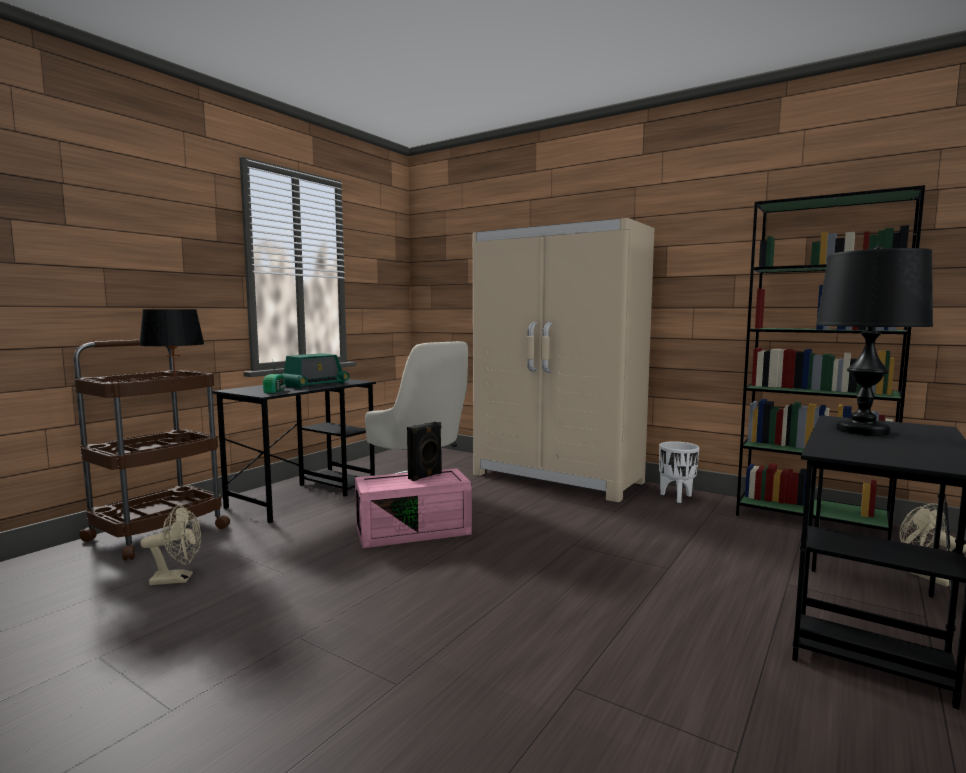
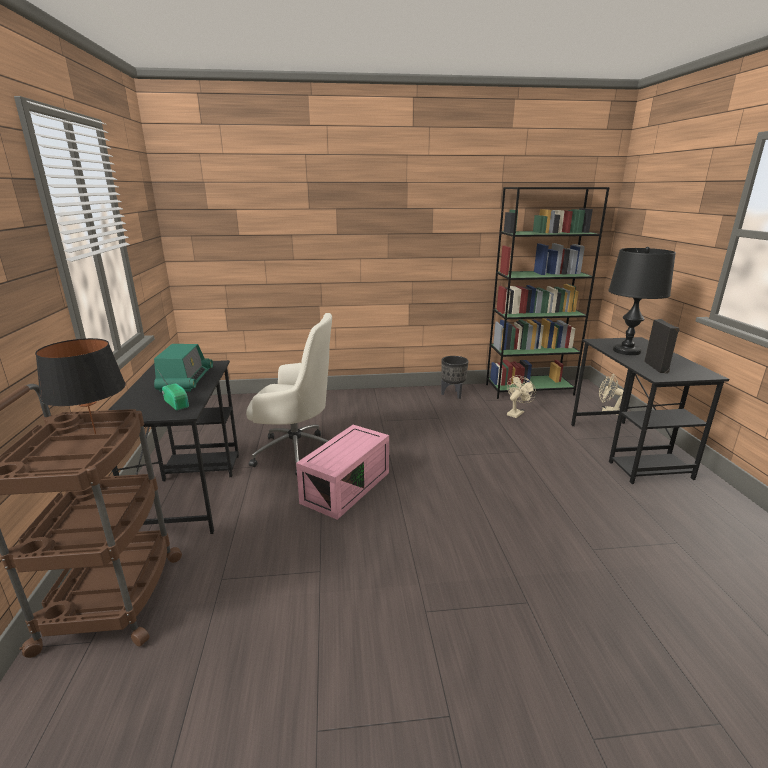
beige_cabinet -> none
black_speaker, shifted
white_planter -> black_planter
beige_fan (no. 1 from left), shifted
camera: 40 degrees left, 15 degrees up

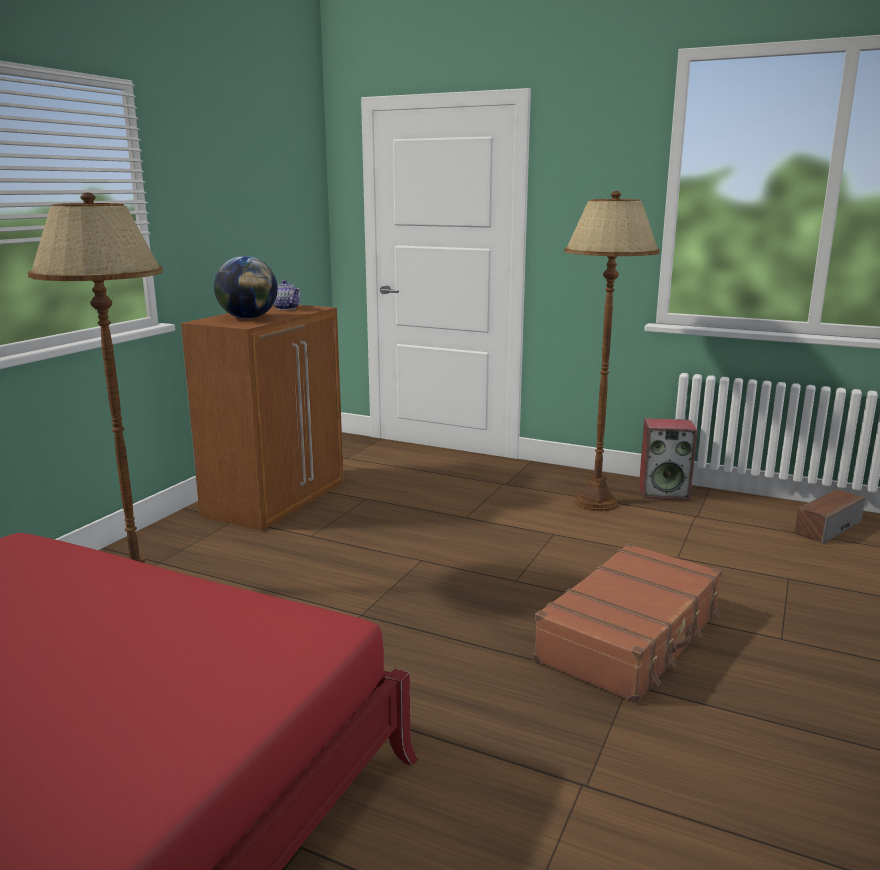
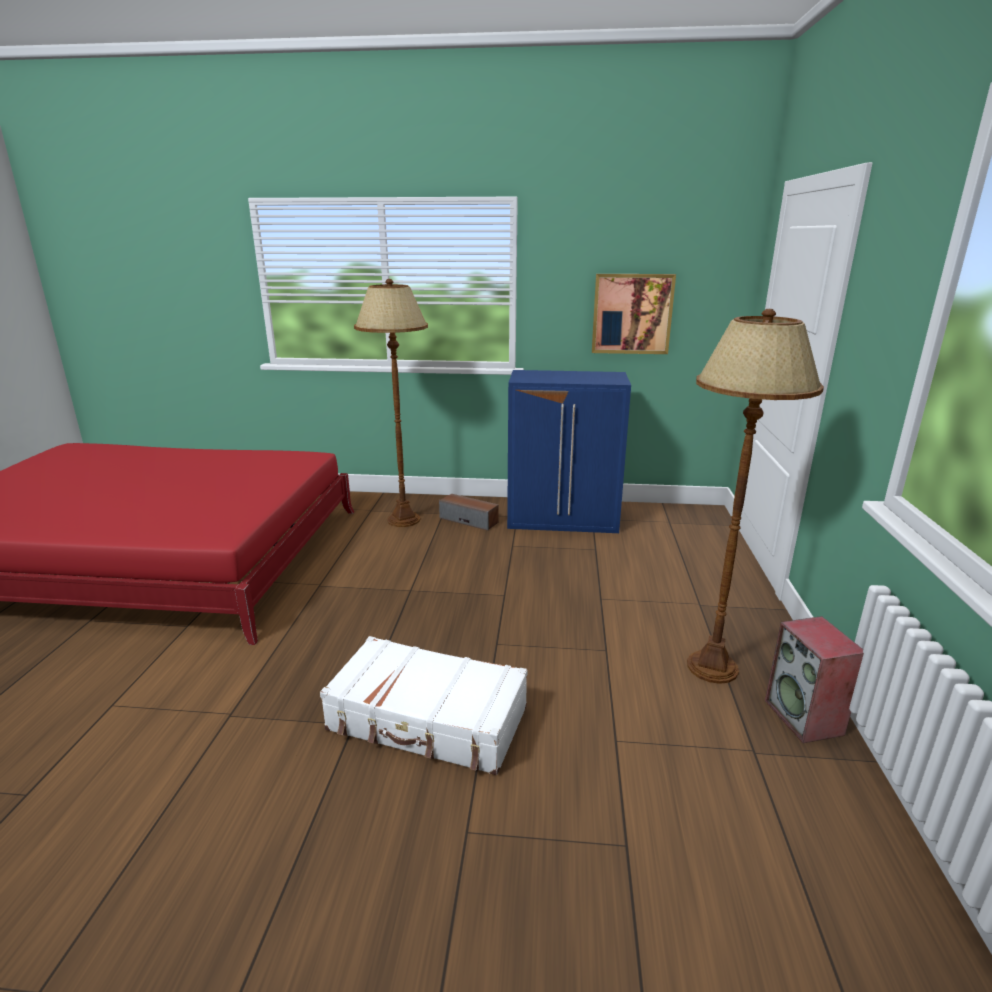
globe -> none
teapot -> none
brown_cabinet -> blue_cabinet
speaker (no. 2 from left in the first image) -> speaker (no. 1 from left), shifted
brown_suitcase -> white_suitcase
none -> picture
camera: 70 degrees right, 5 degrees up

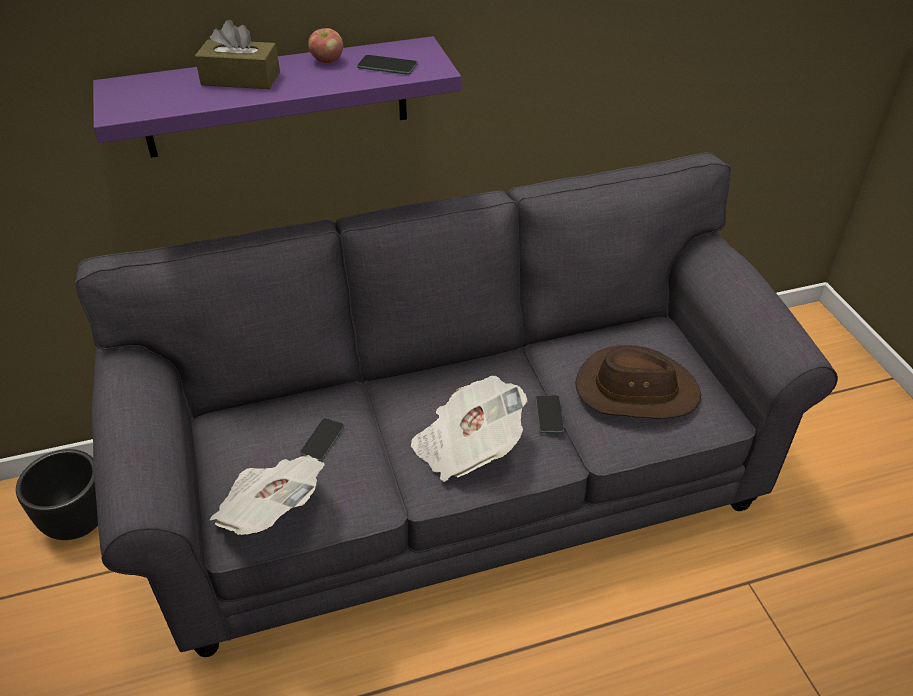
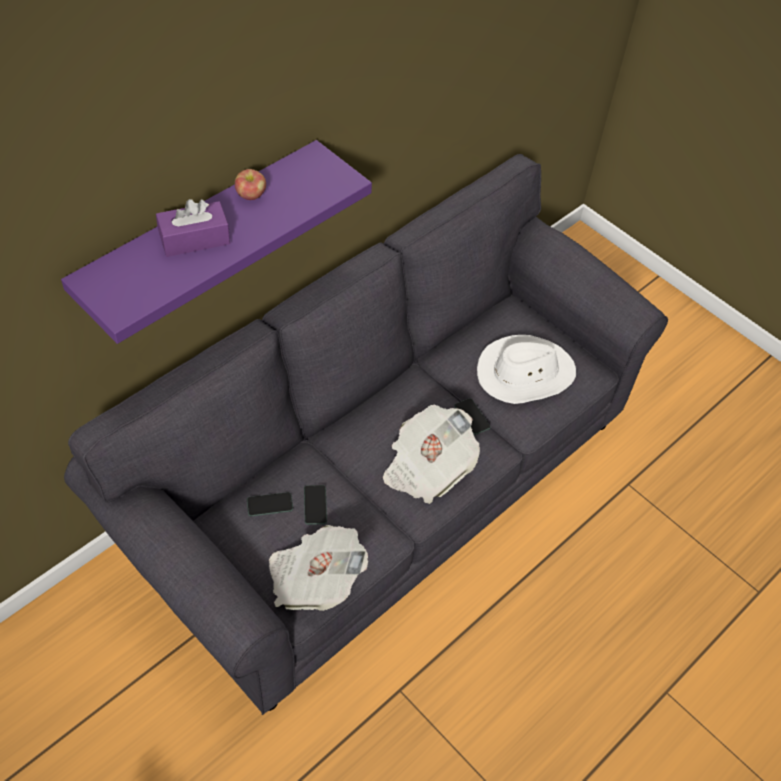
brown_tissue_box -> purple_tissue_box
phone (no. 2 from left in the first image) -> phone (no. 1 from left), shifted
brown_hat -> white_hat
black_planter -> none
camera: 30 degrees left, 10 degrees up

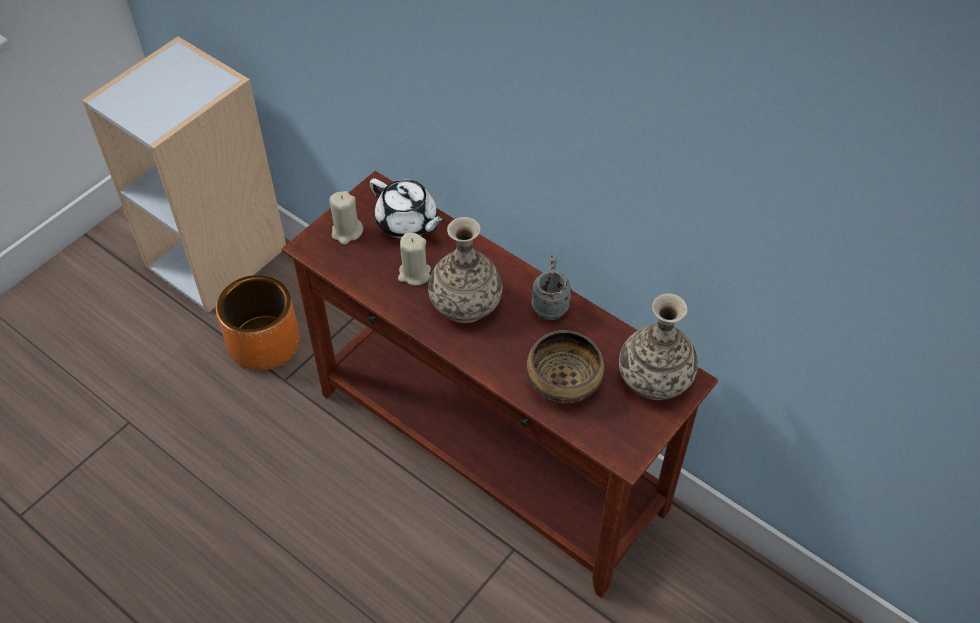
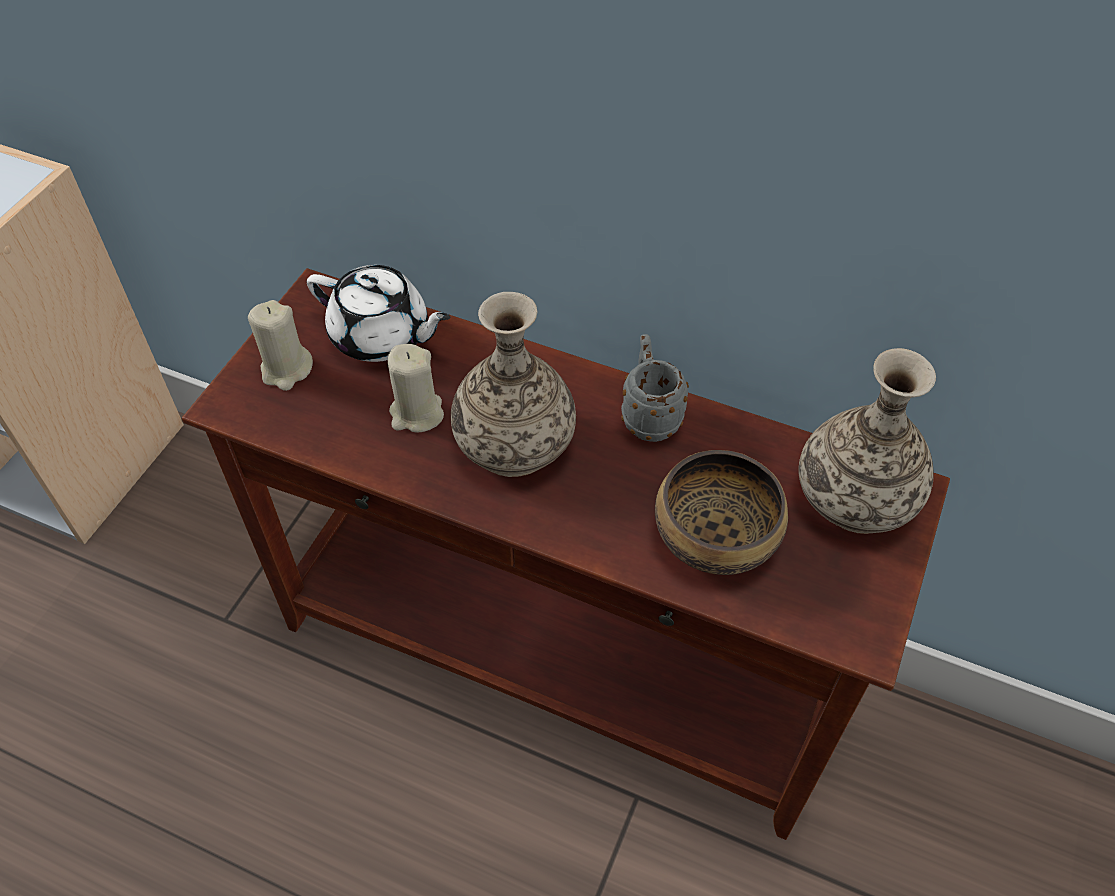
orange_planter -> none
camera: 15 degrees left, 0 degrees up

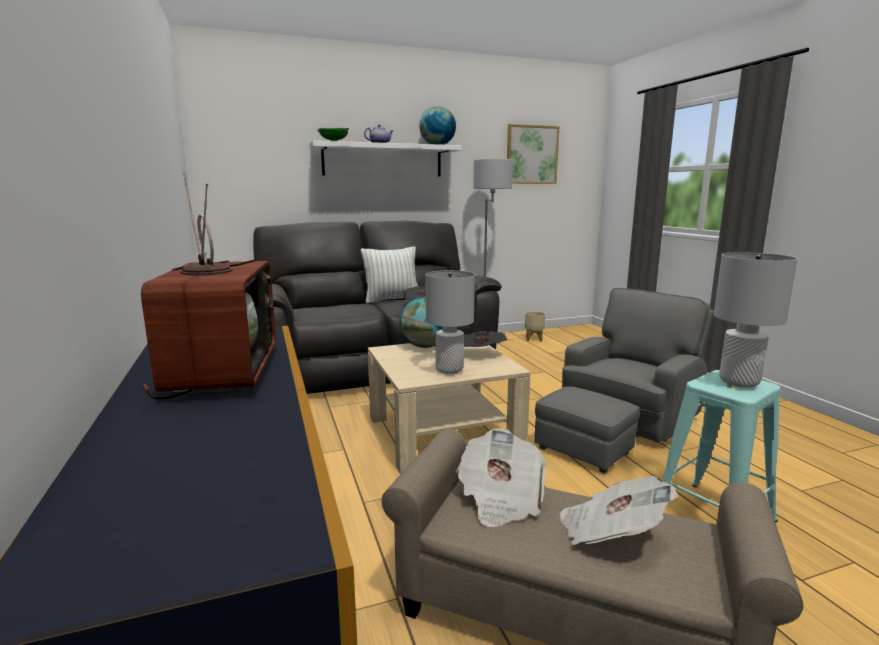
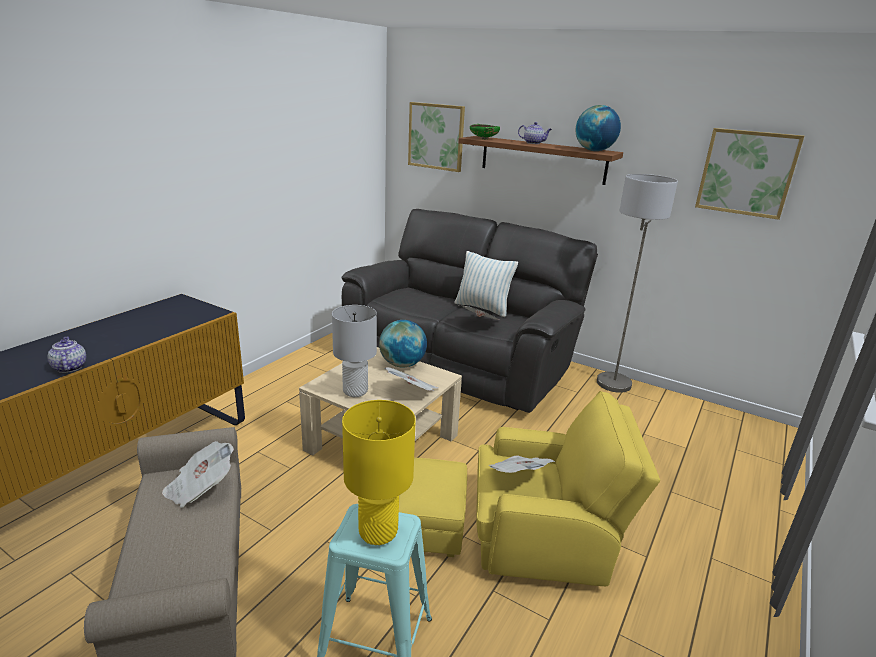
white_shelf -> brown_shelf
television -> none
grey_table_lamp (no. 2 from left) -> yellow_table_lamp
grey_armchair -> yellow_armchair
beige_planter -> none
newspaper (no. 4 from left), shifted
none -> picture (no. 1 from left)
none -> teapot (no. 1 from left)
camera: 50 degrees right, 10 degrees up

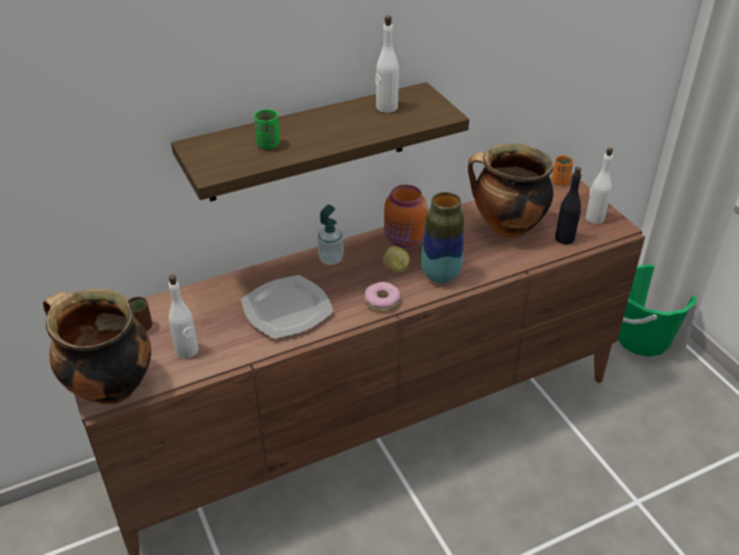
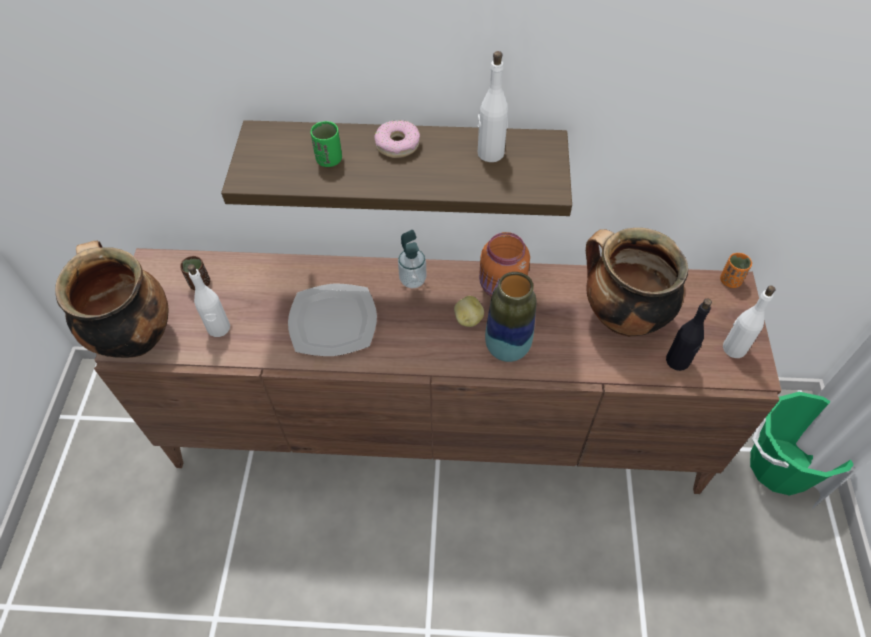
donut, shifted
camera: 30 degrees right, 15 degrees up

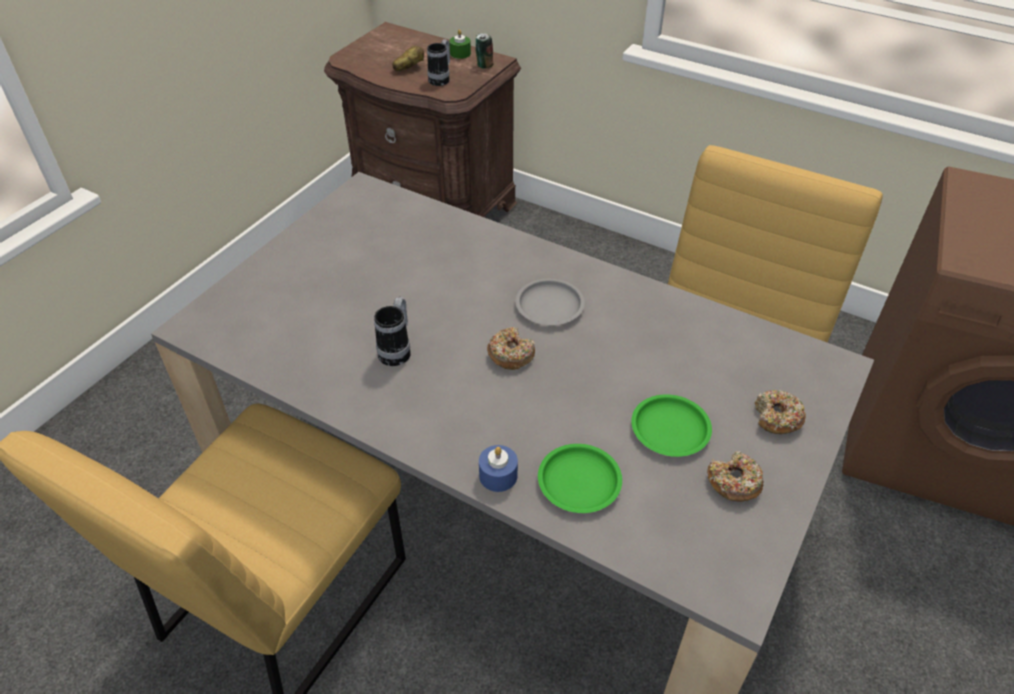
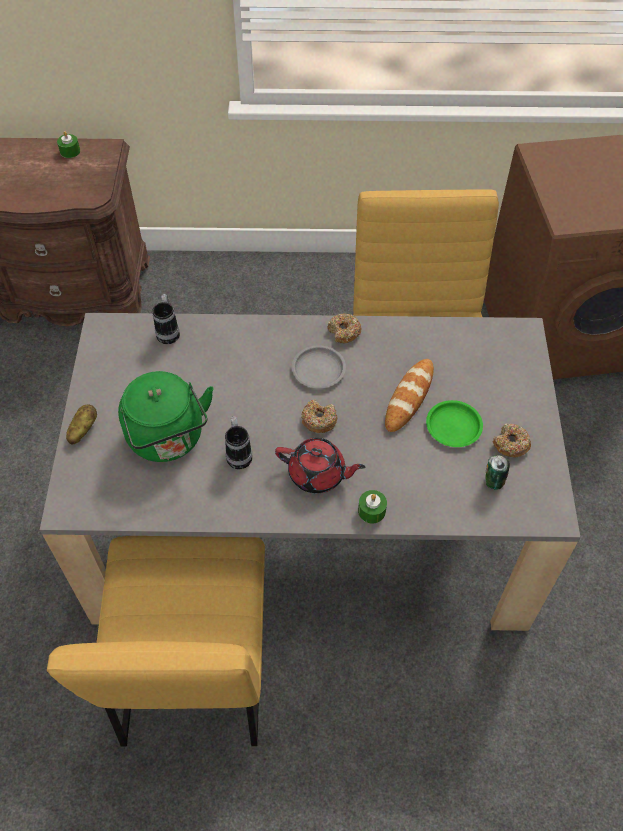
can, shifted
mug (no. 2 from left in the first image) -> mug (no. 1 from left), shifted
potato, shifted
donut (no. 3 from left in the first image) -> donut (no. 2 from left), shifted
green_plate (no. 1 from left) -> none
blue_candle -> green_candle (no. 2 from left)
none -> bread
none -> green_kettle
none -> red_teapot
camera: 30 degrees left, 10 degrees up

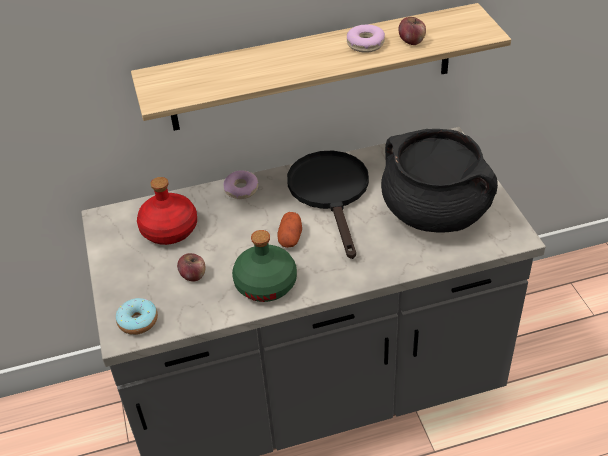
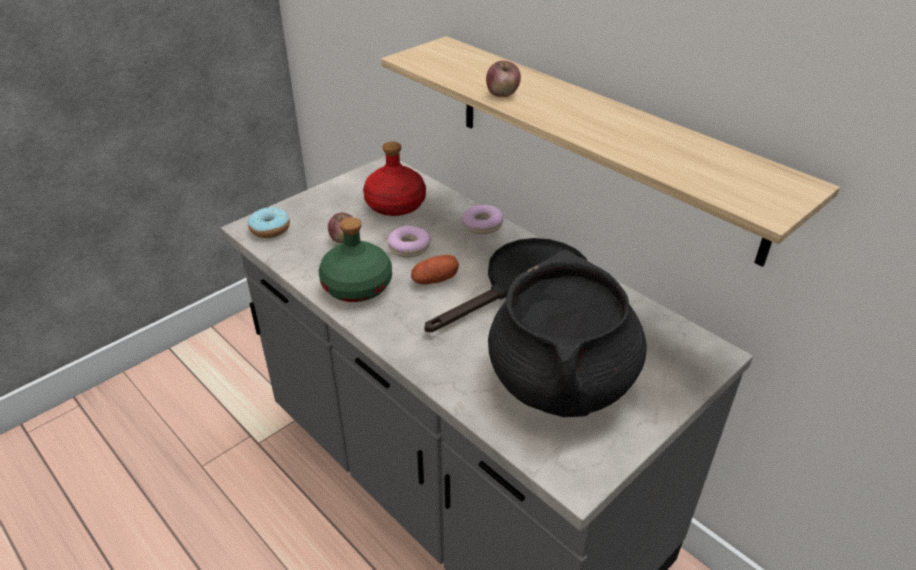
apple (no. 2 from left), shifted
donut (no. 3 from left in the first image) -> donut (no. 2 from left), shifted
camera: 60 degrees right, 5 degrees down

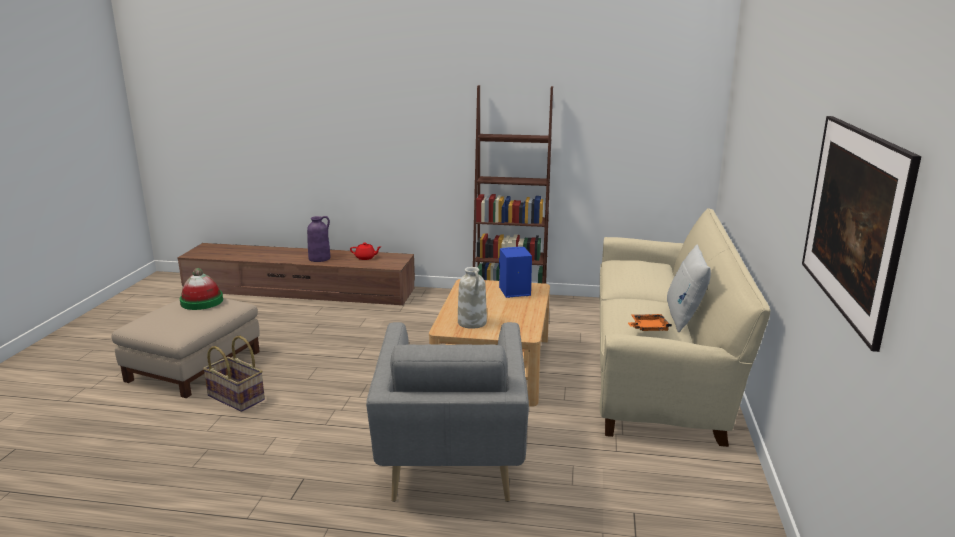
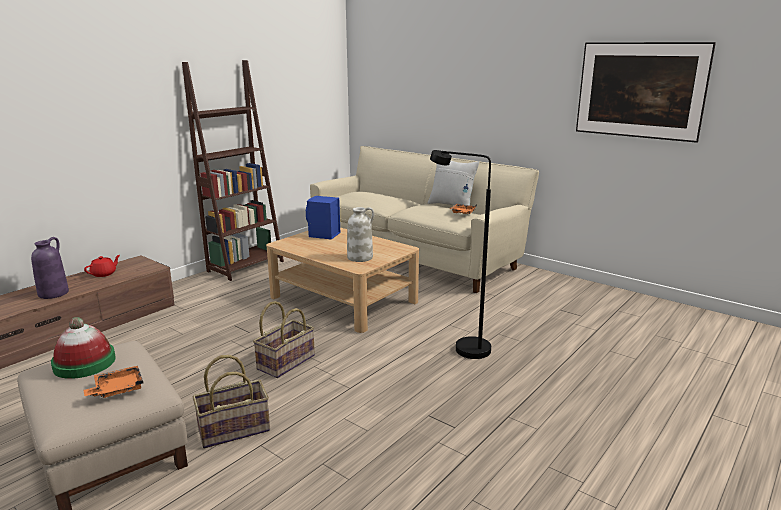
grey_armchair -> black_floor_lamp
none -> basket (no. 2 from left)
none -> orange_tray (no. 1 from left)
camera: 60 degrees left, 0 degrees up

